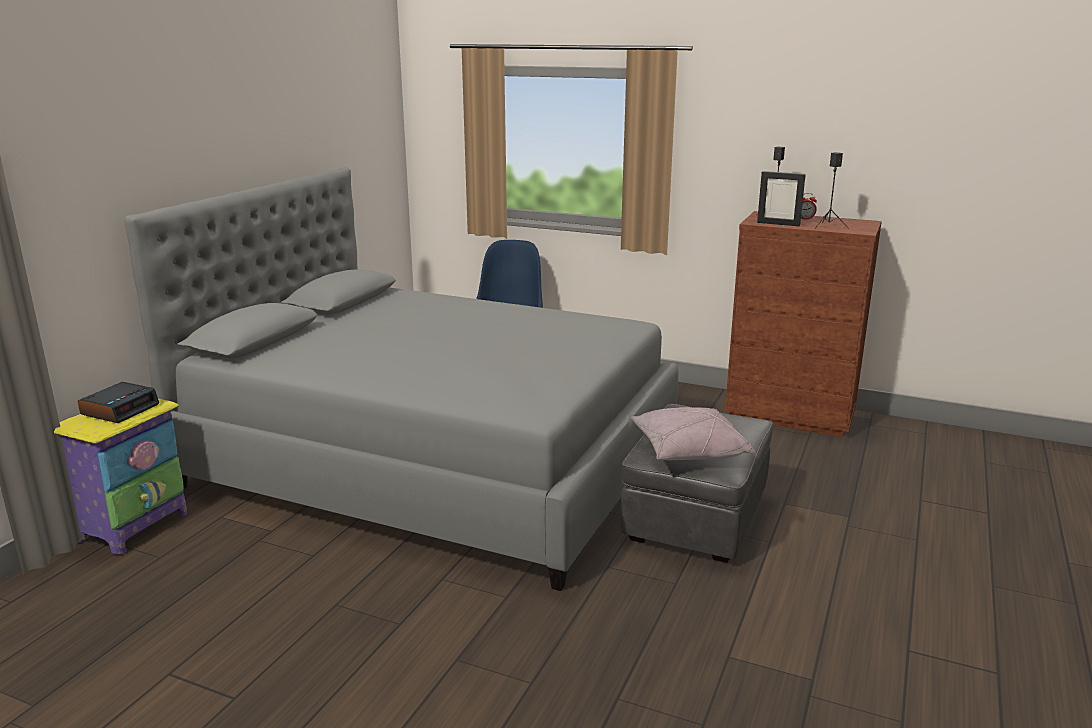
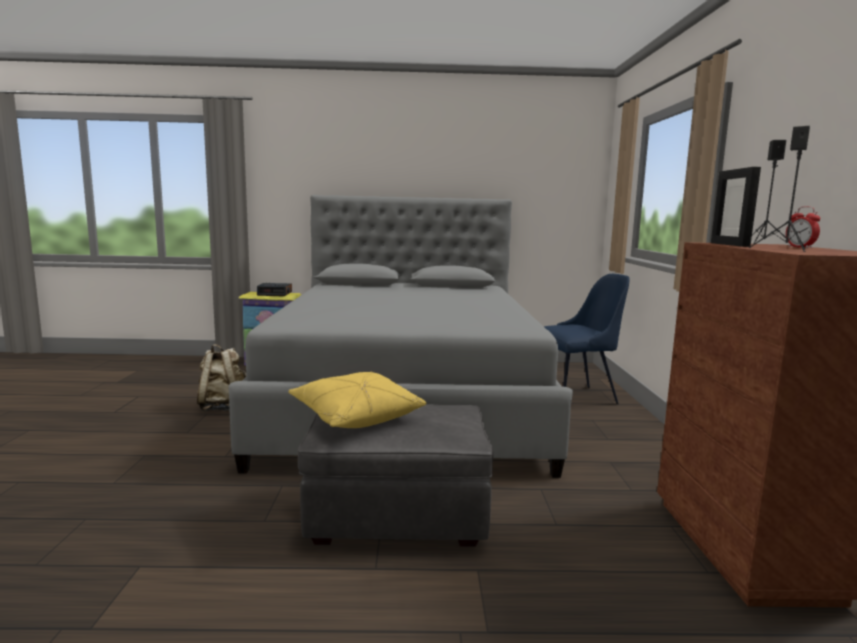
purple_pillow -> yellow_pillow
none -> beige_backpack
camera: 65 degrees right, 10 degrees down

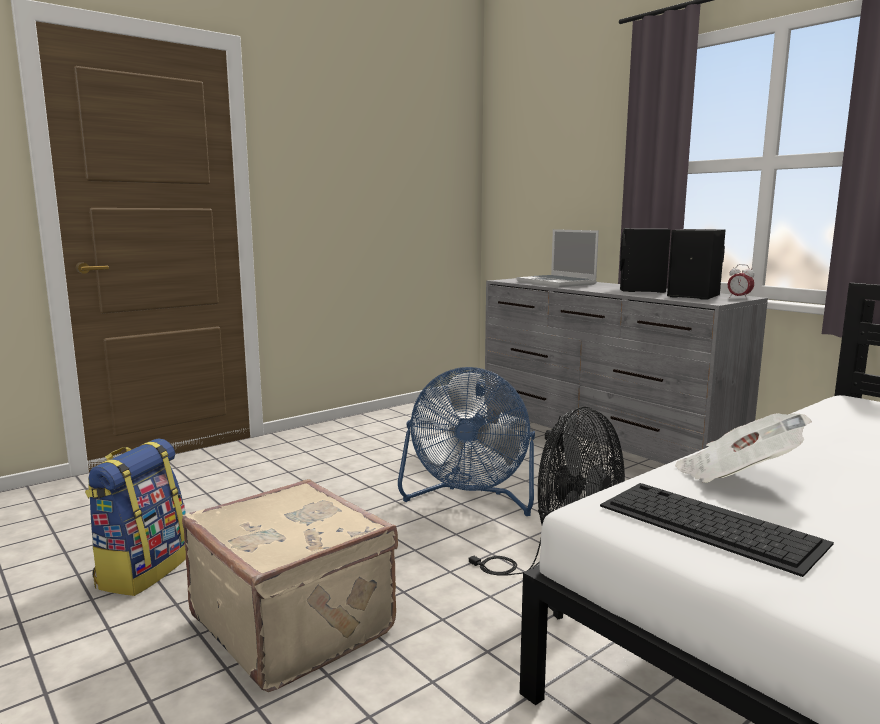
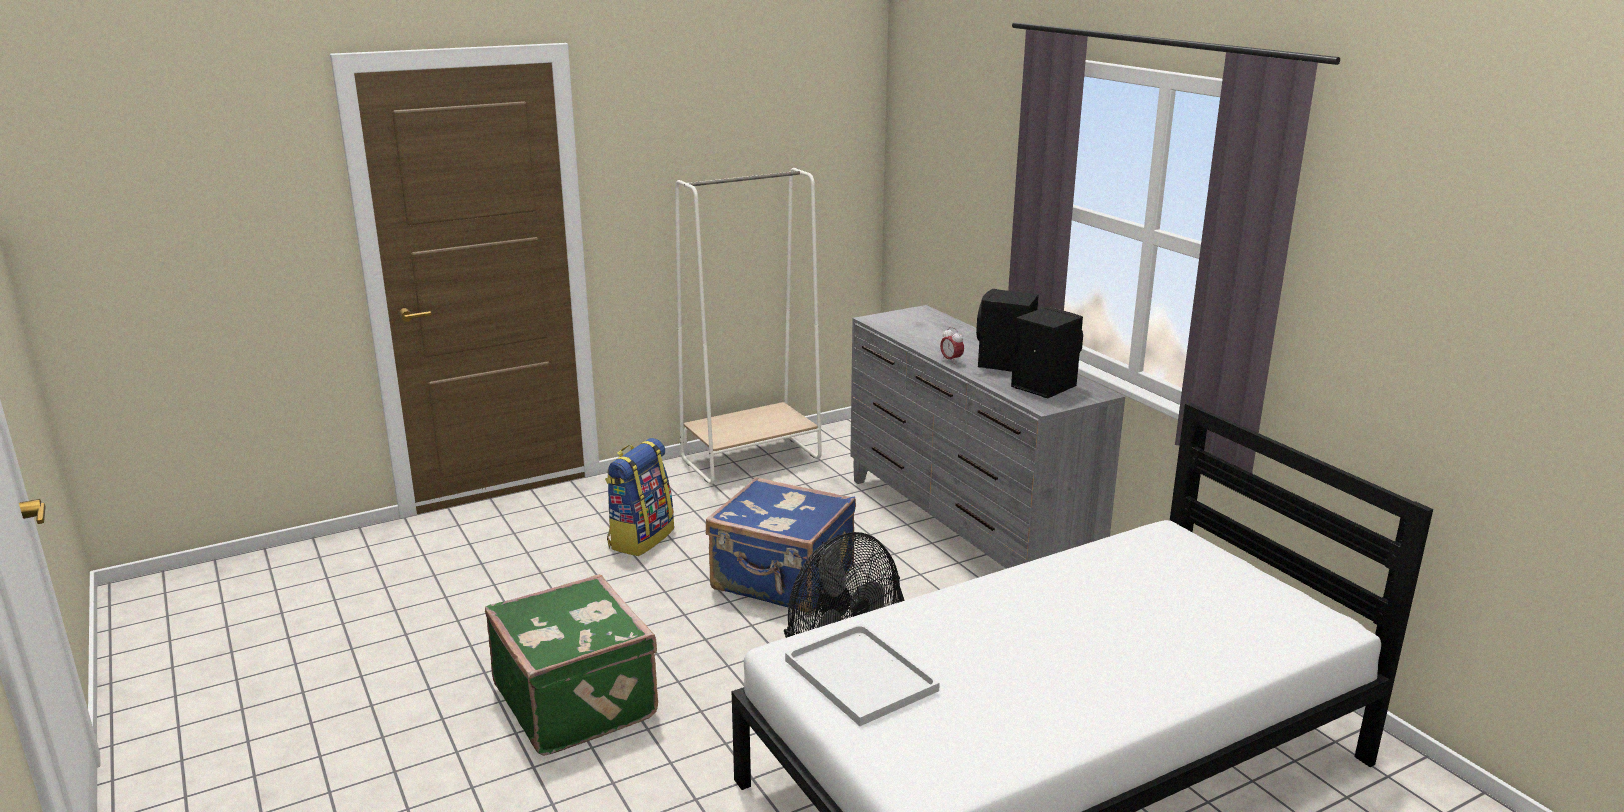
laptop -> none
alarm_clock, shifted
blue_fan -> blue_suitcase
newspaper -> none
backpack, shifted
beige_suitcase -> green_suitcase
keyboard -> white_tray
none -> clothes_rack
camera: 10 degrees right, 10 degrees up

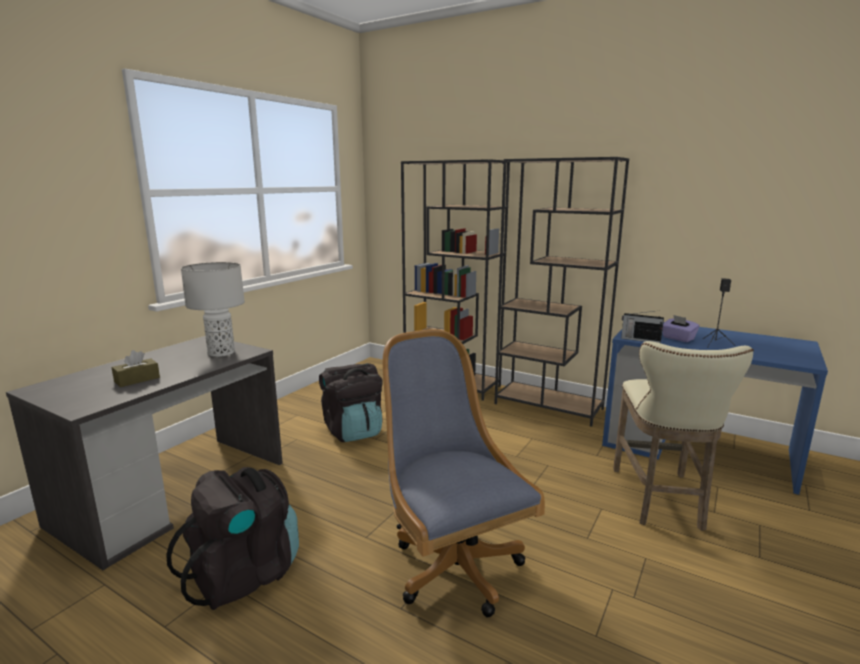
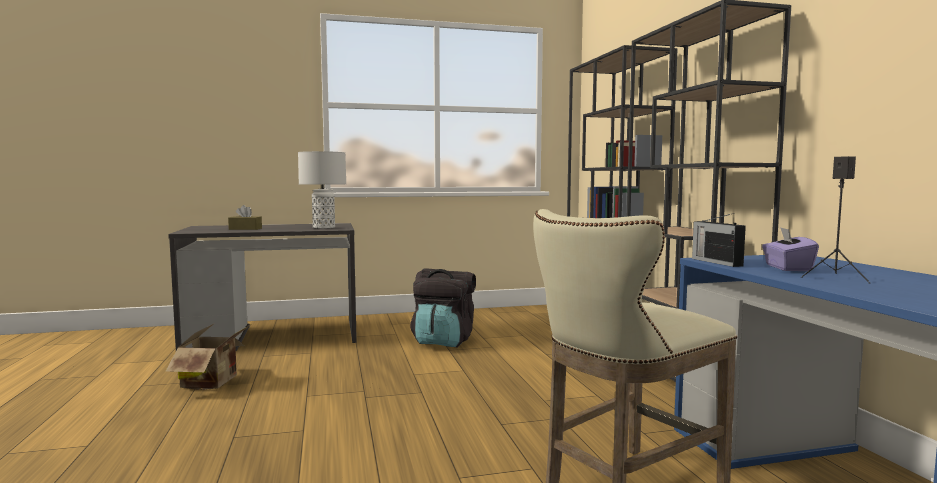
blue_office_chair -> none
black_backpack (no. 1 from left) -> cardboard_box
camera: 45 degrees right, 10 degrees down

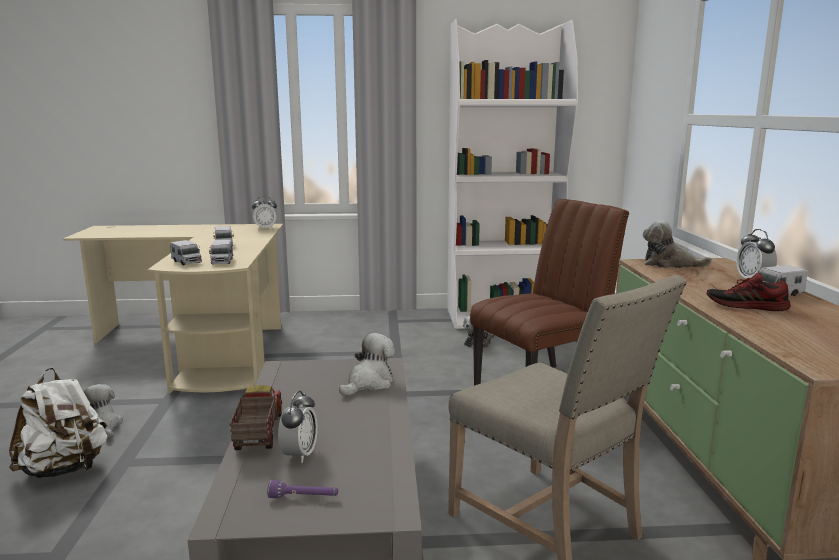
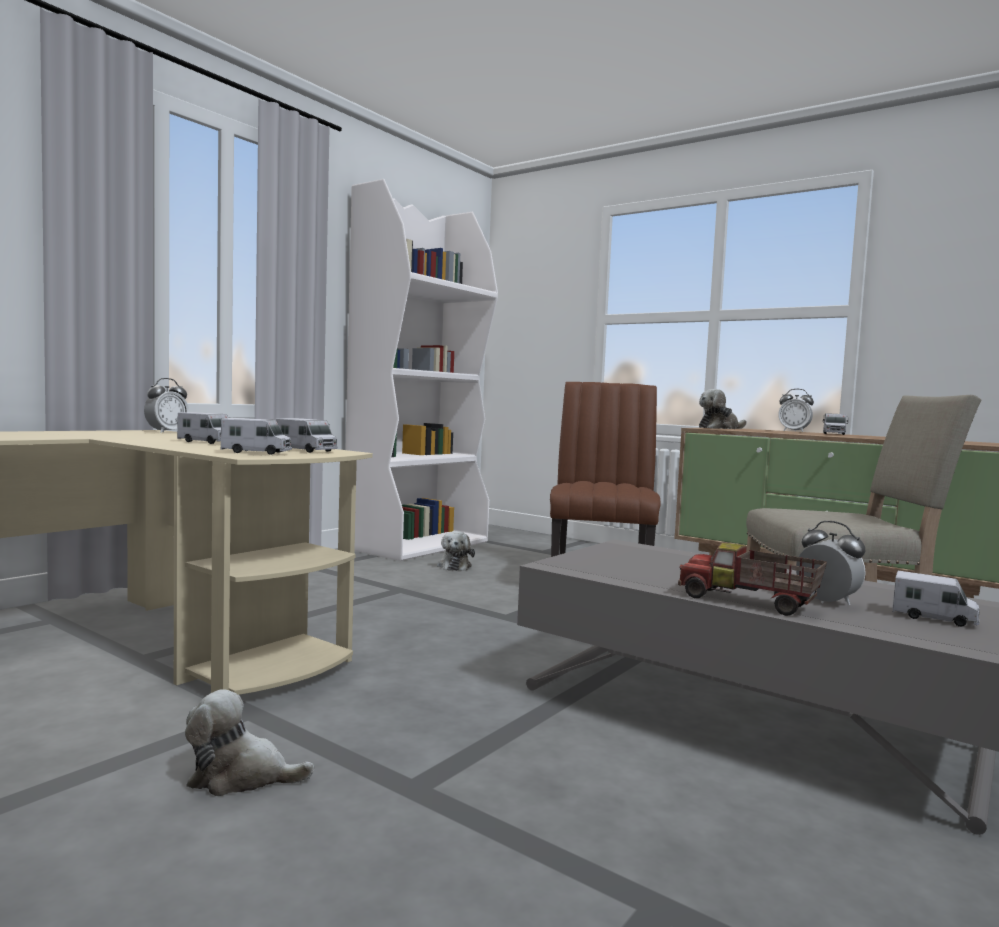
shoe -> none
plush_toy (no. 2 from left) -> none
white_backpack -> none
purple_flashlight -> toy_truck (no. 6 from left)
camera: 50 degrees left, 10 degrees down

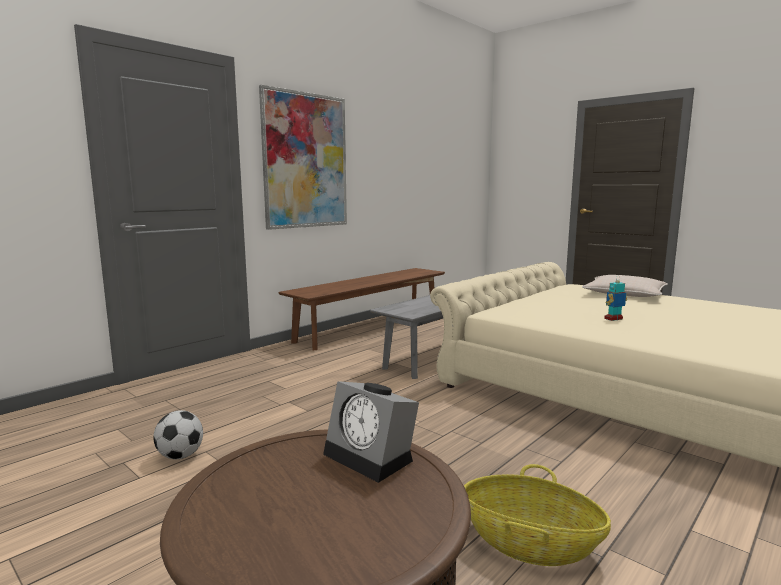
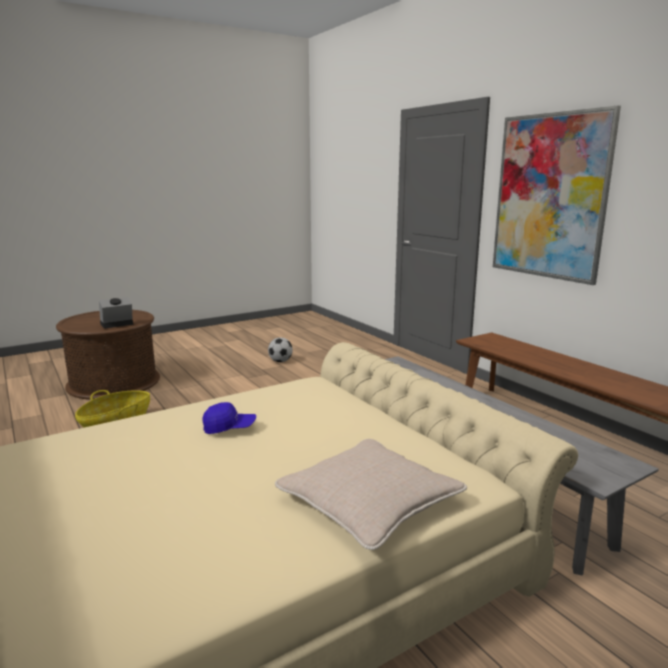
toy_robot -> blue_cap
camera: 105 degrees right, 5 degrees up

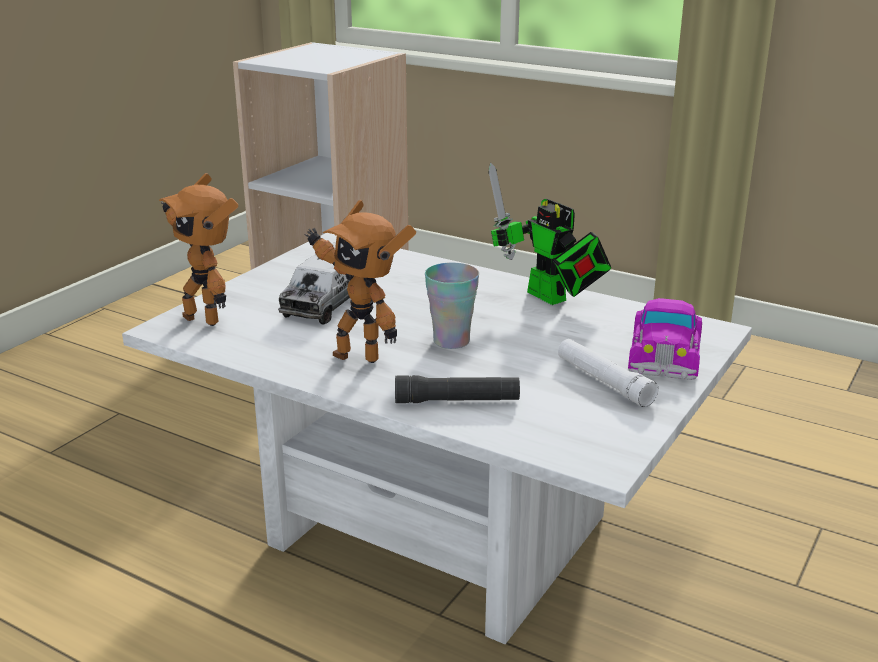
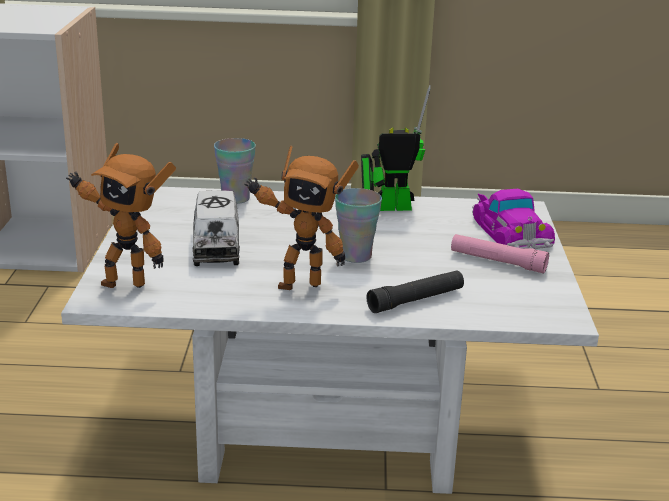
toy_robot (no. 3 from left), 150 degrees clockwise
white_flashlight -> pink_flashlight
none -> cup (no. 1 from left)
camera: 30 degrees left, 0 degrees up

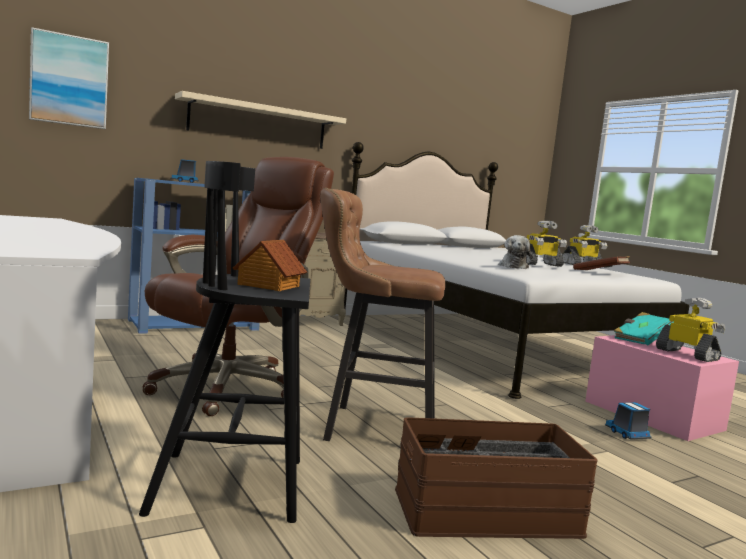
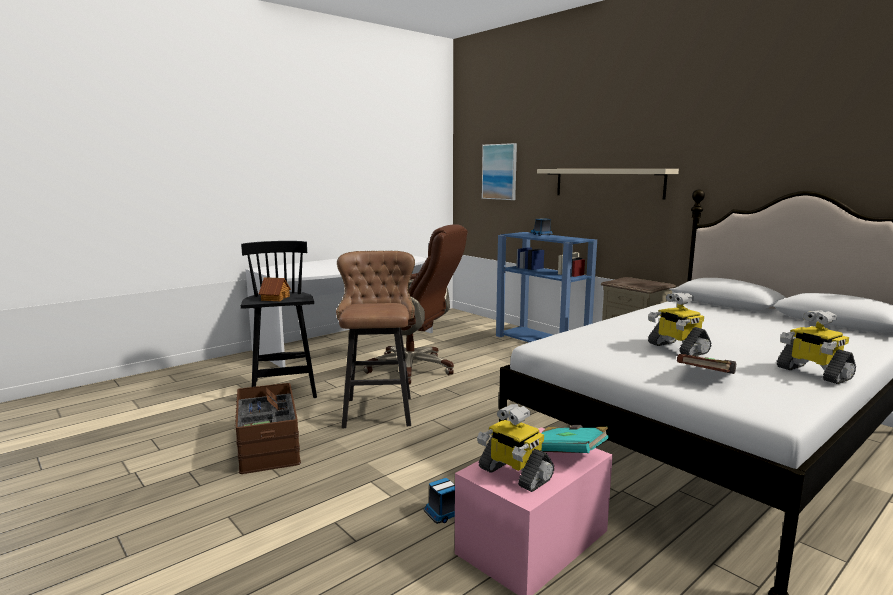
plush_toy -> none
toy_robot (no. 3 from left in the first image) -> toy_robot (no. 1 from left), 90 degrees clockwise
camera: 80 degrees right, 5 degrees up

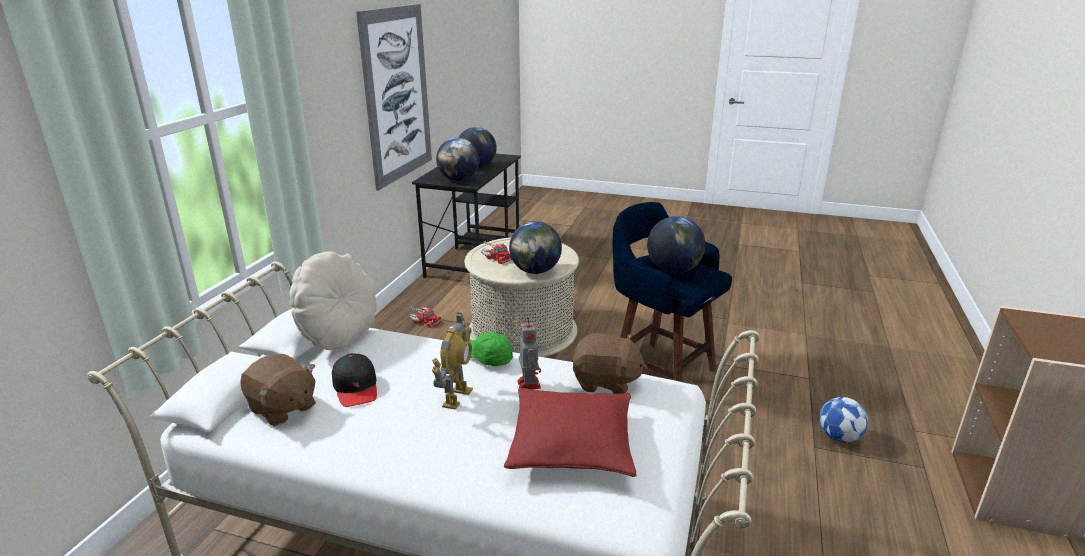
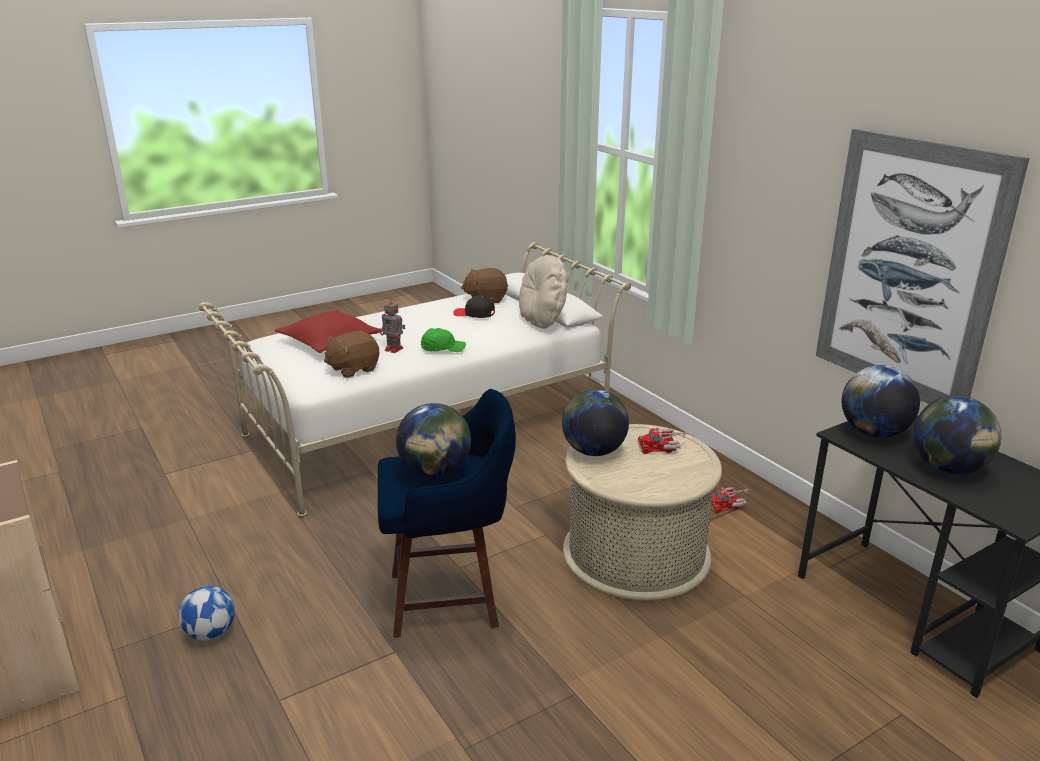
toy_robot (no. 1 from left) -> none
camera: 130 degrees right, 0 degrees up

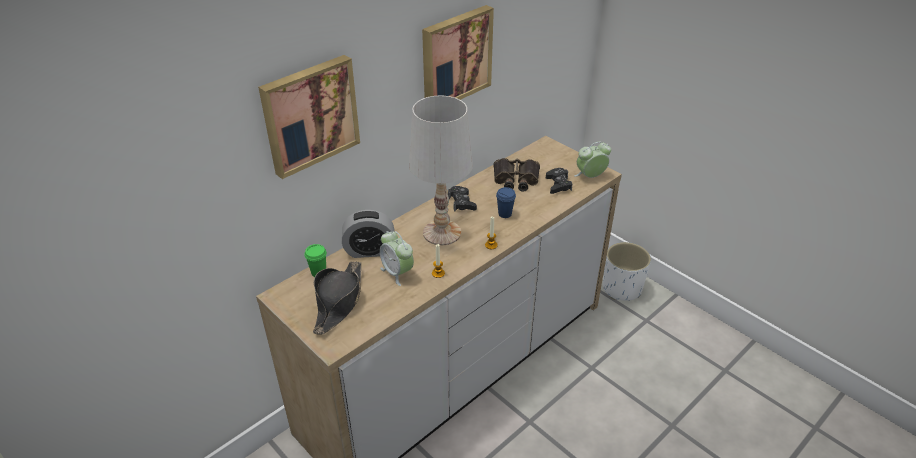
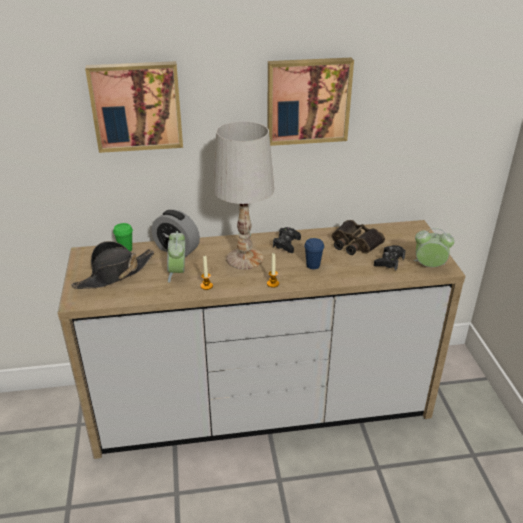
white_planter -> none
camera: 35 degrees right, 5 degrees down

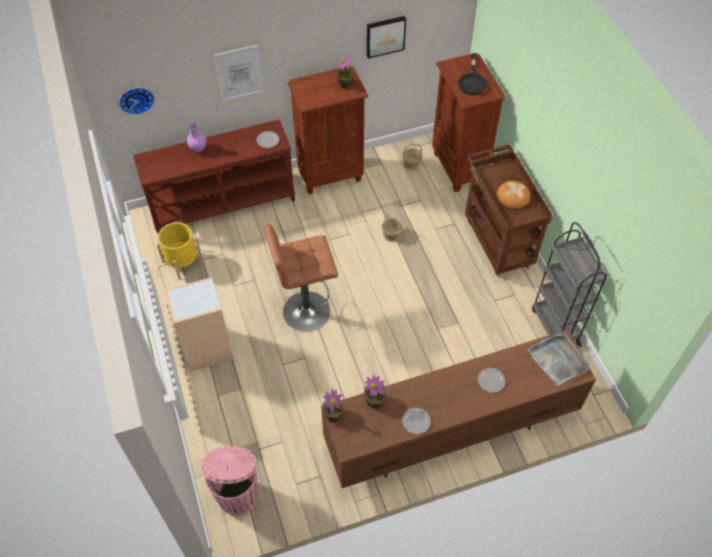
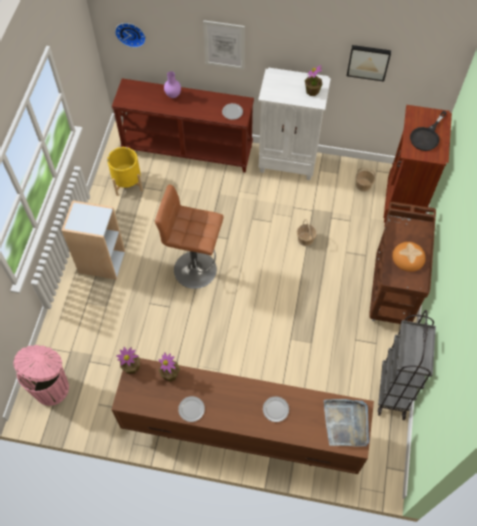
brown_cabinet (no. 1 from left) -> white_cabinet
camera: 30 degrees right, 5 degrees up

